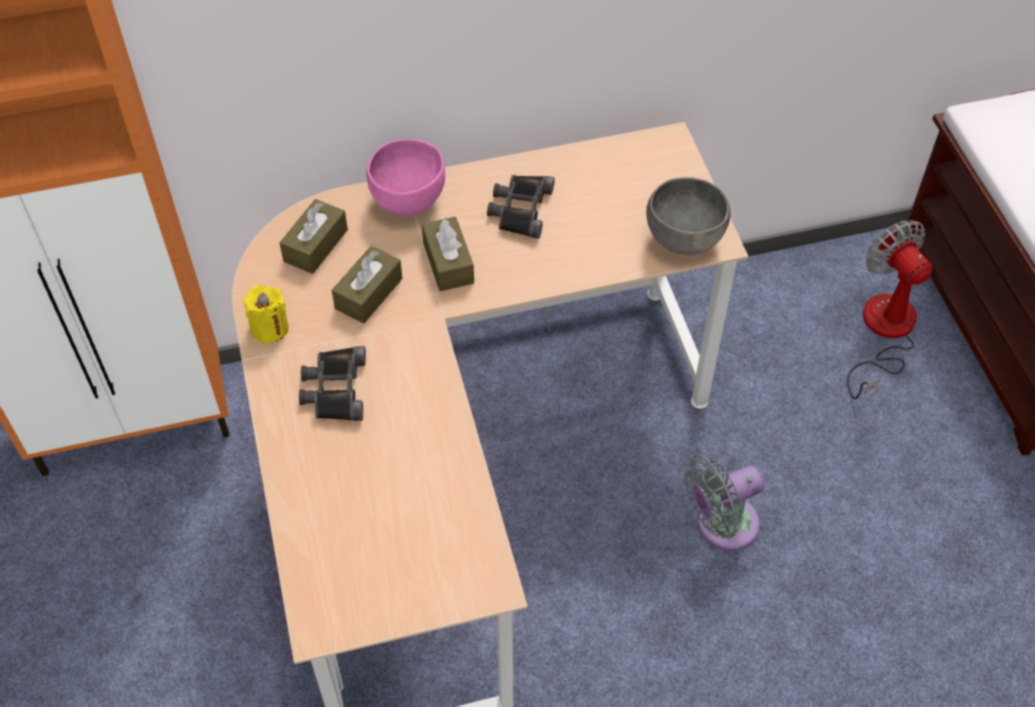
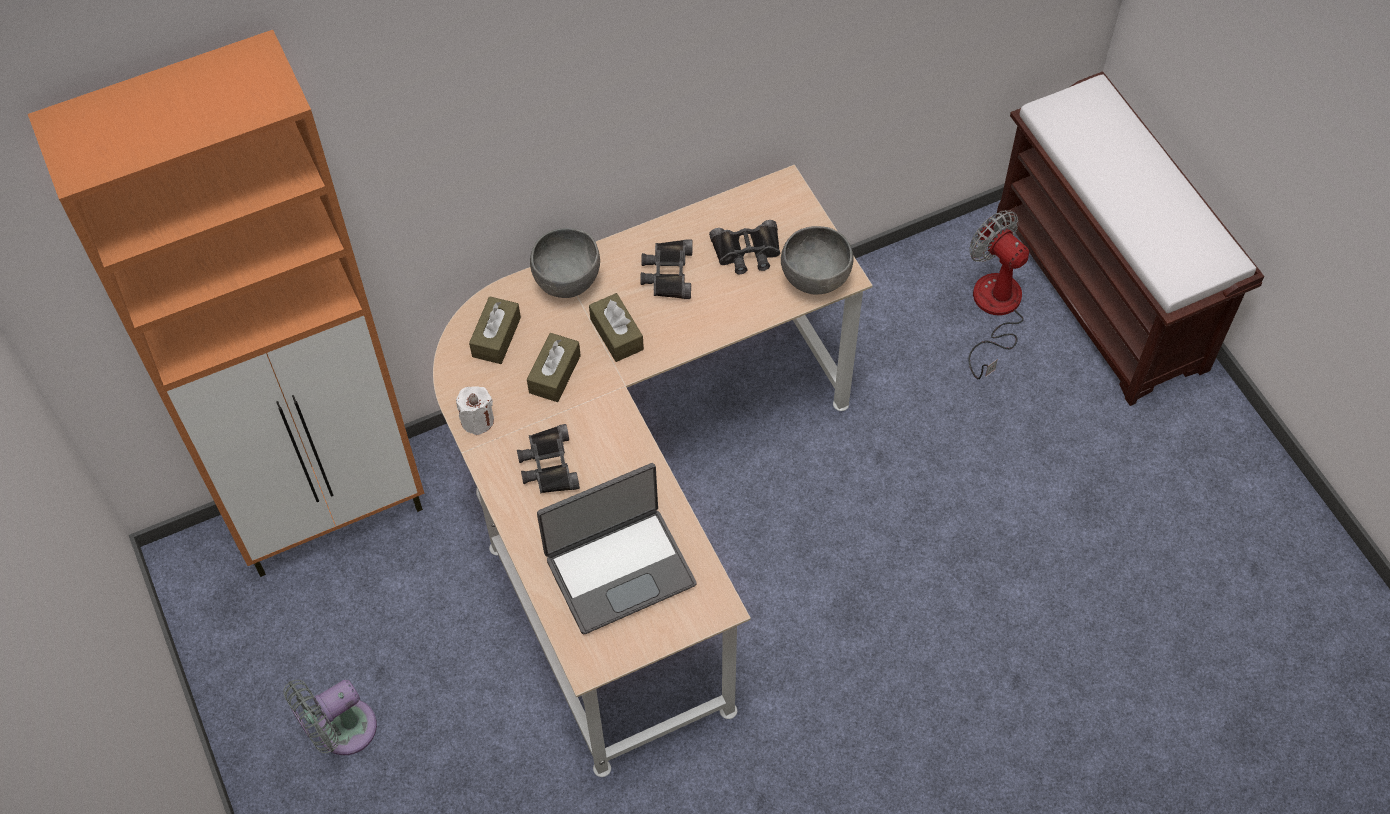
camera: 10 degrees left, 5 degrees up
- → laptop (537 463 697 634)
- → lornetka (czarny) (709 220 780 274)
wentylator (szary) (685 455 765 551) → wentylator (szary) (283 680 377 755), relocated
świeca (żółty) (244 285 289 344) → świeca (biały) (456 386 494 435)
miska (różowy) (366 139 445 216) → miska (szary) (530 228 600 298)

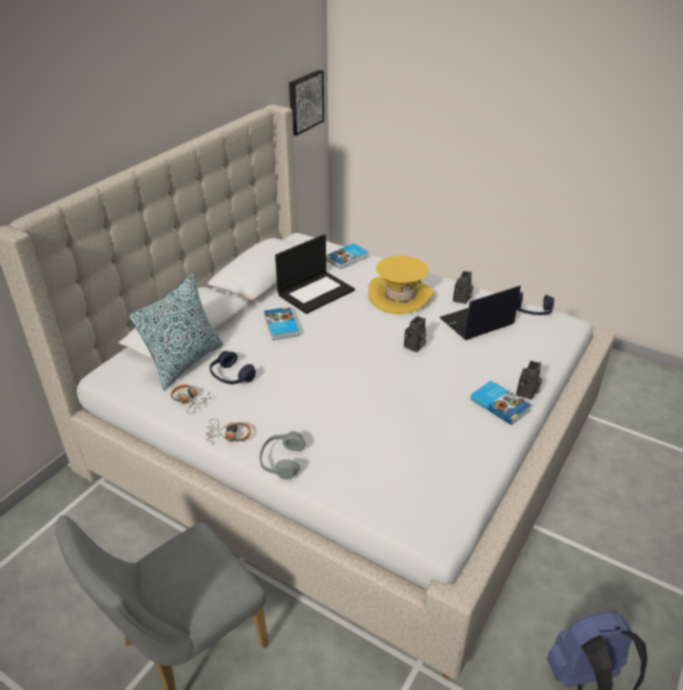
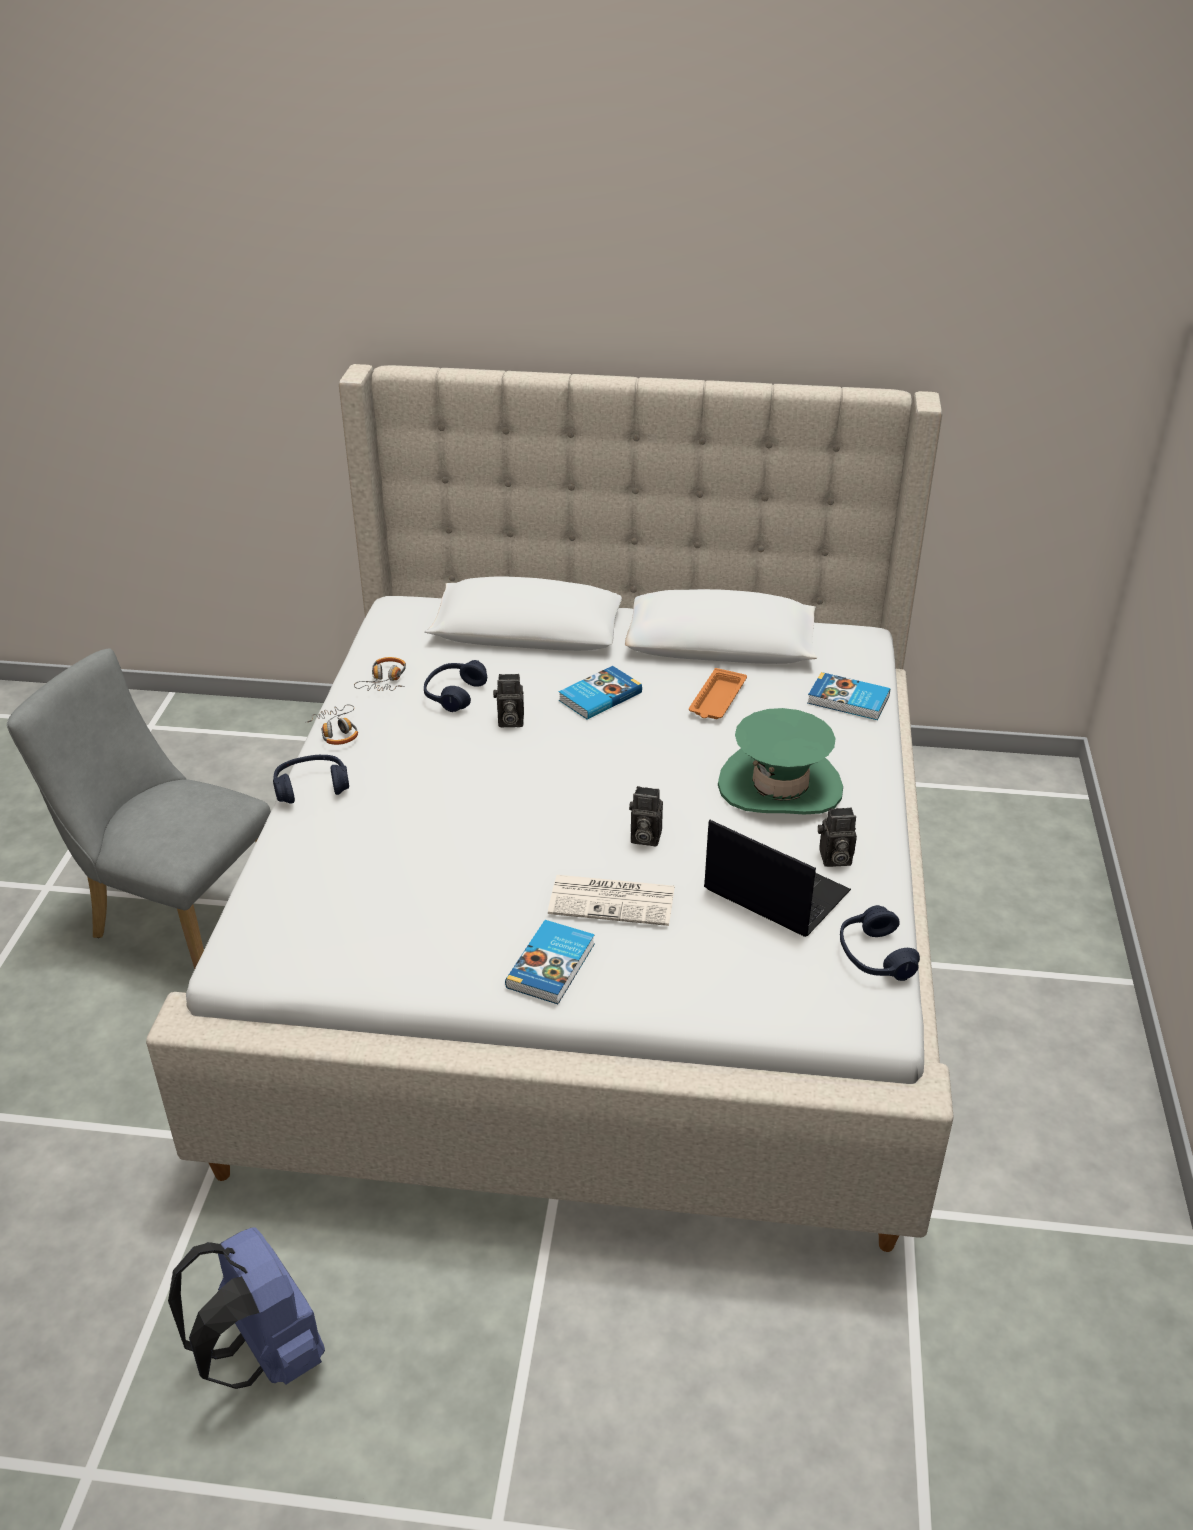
camera: 65 degrees right, 0 degrees up
poduszka (129 273 223 391) → -
obraz (289 70 324 136) → -
- → gazeta (548 875 675 926)
aparat fotograficzny (516 361 542 399) → aparat fotograficzny (493 674 524 727), relocated
laptop (275 234 355 314) → taca (pomarańczowy) (689 668 747 719)
słuchawki (szary) (259 431 305 480) → słuchawki (niebieski) (273 755 349 804)
kapelusz (żółty) (368 256 434 314) → kapelusz (zielony) (718 708 843 814)

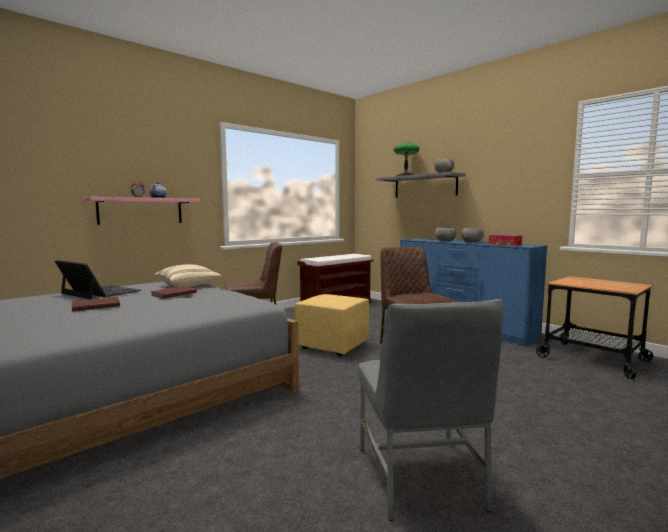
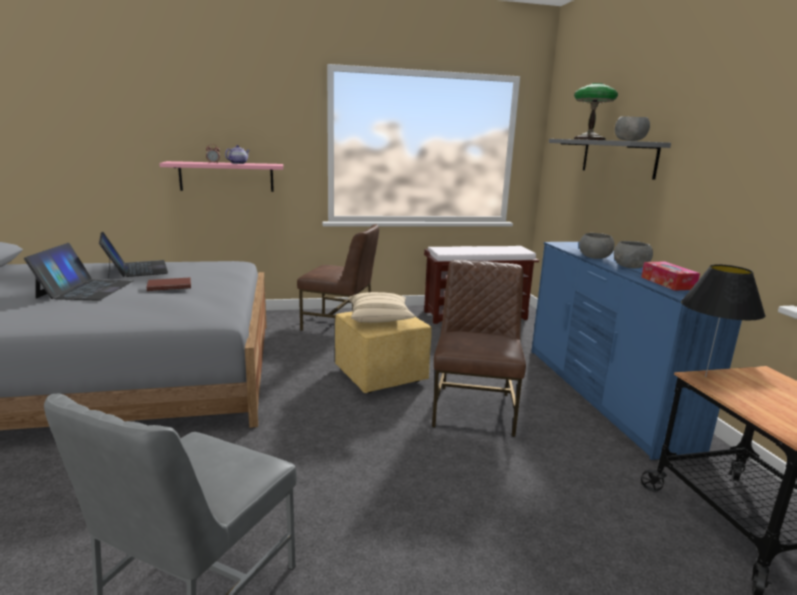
camera: 30 degrees right, 10 degrees up
- → lampa stołowa (czarny) (681 264 766 377)
poduszka (beżowy) (155 264 222 287) → poduszka (beżowy) (348 292 415 323), relocated
książka (brązowy) (72 297 120 311) → laptop (24 243 133 301)

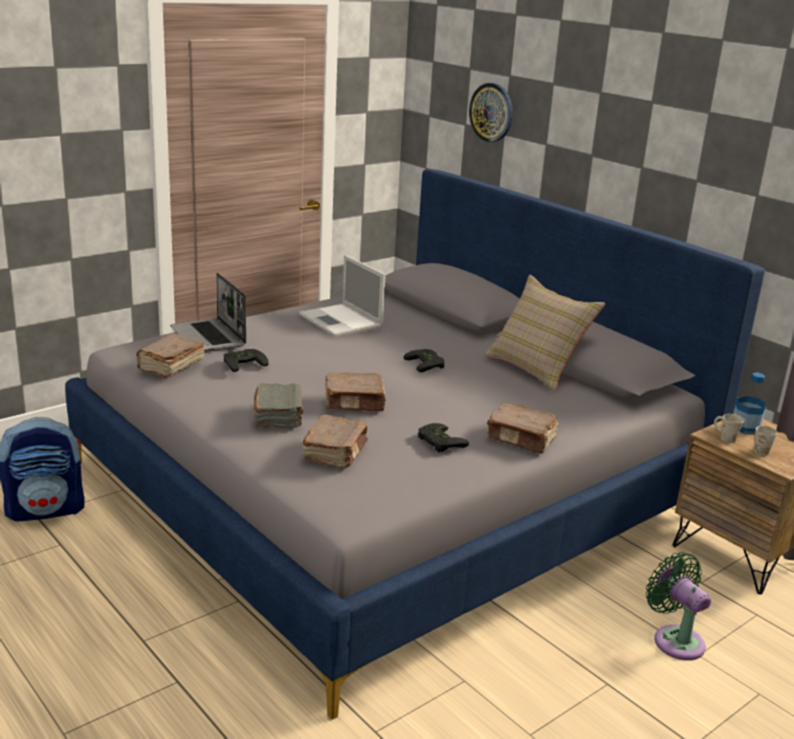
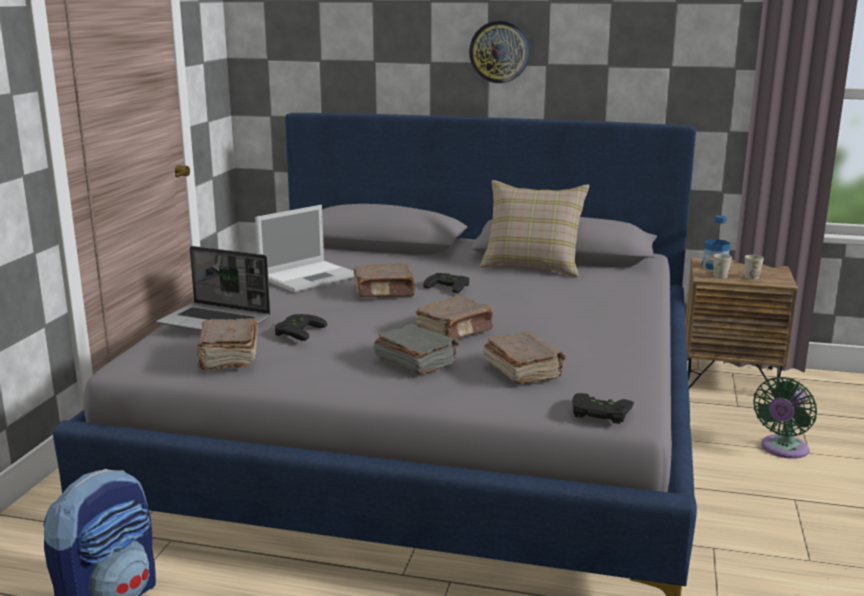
camera: 35 degrees left, 5 degrees down
pad do gier (czarny) (418 423 469 452) → pad do gier (czarny) (572 393 634 424), relocated
zegar ścienny (469 83 513 142) → zegar ścienny (469 20 530 83), relocated
książka (brązowy) (487 403 559 454) → książka (brązowy) (353 263 416 297), relocated
laptop (298 255 386 337) → laptop (255 205 354 292), 60 degrees counterclockwise
wentylator (zielony) (645 552 711 660) → wentylator (zielony) (753 377 817 459), 75 degrees counterclockwise

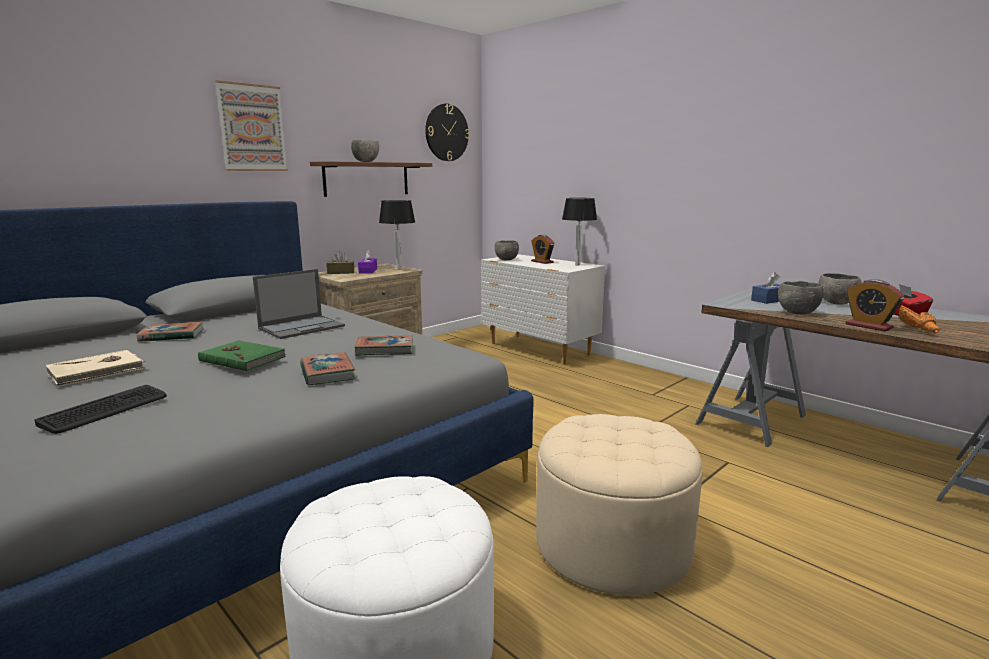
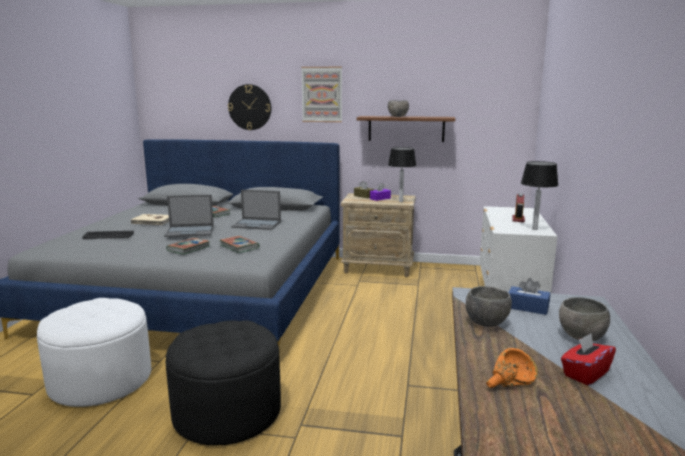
camera: 55 degrees right, 0 degrees up
miska (szary) (494 240 519 260) → -
budzik (846 279 904 332) → -
zegar ścienny (425 104 470 161) → zegar ścienny (228 84 271 130), relocated
książka (zielony) (198 340 287 371) → laptop (164 195 214 237)
pufa (beżowy) (536 414 702 595) → pufa (czarny) (166 320 281 445)

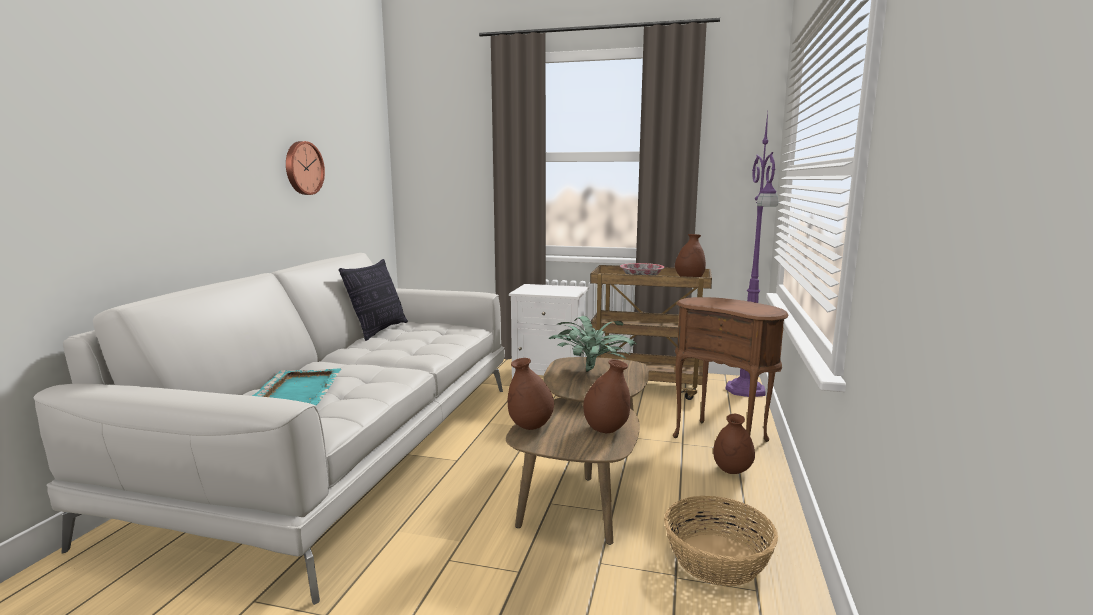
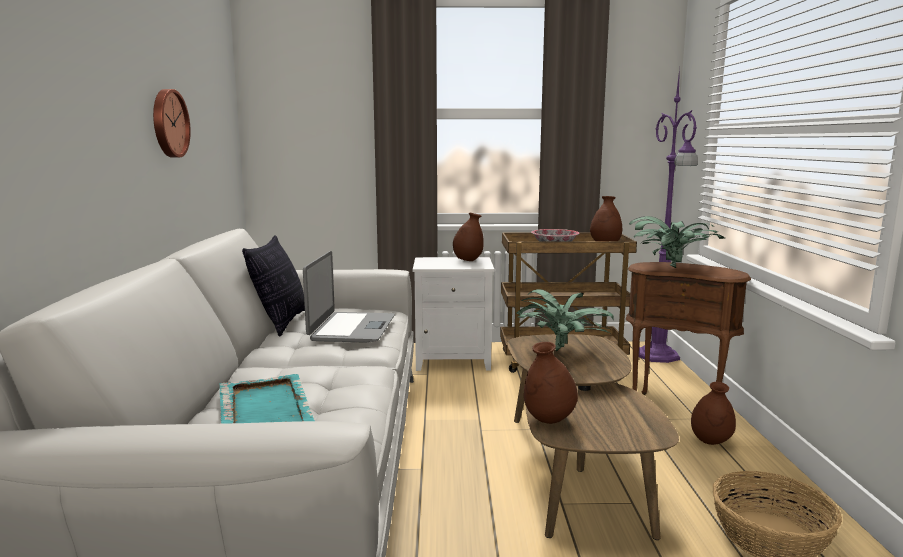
camera: 15 degrees left, 0 degrees up
- → laptop (303 251 395 343)
- → roślina doniczkowa (629 216 725 268)
wazon (brązowy) (583 359 630 433) → wazon (brązowy) (453 213 484 261), relocated

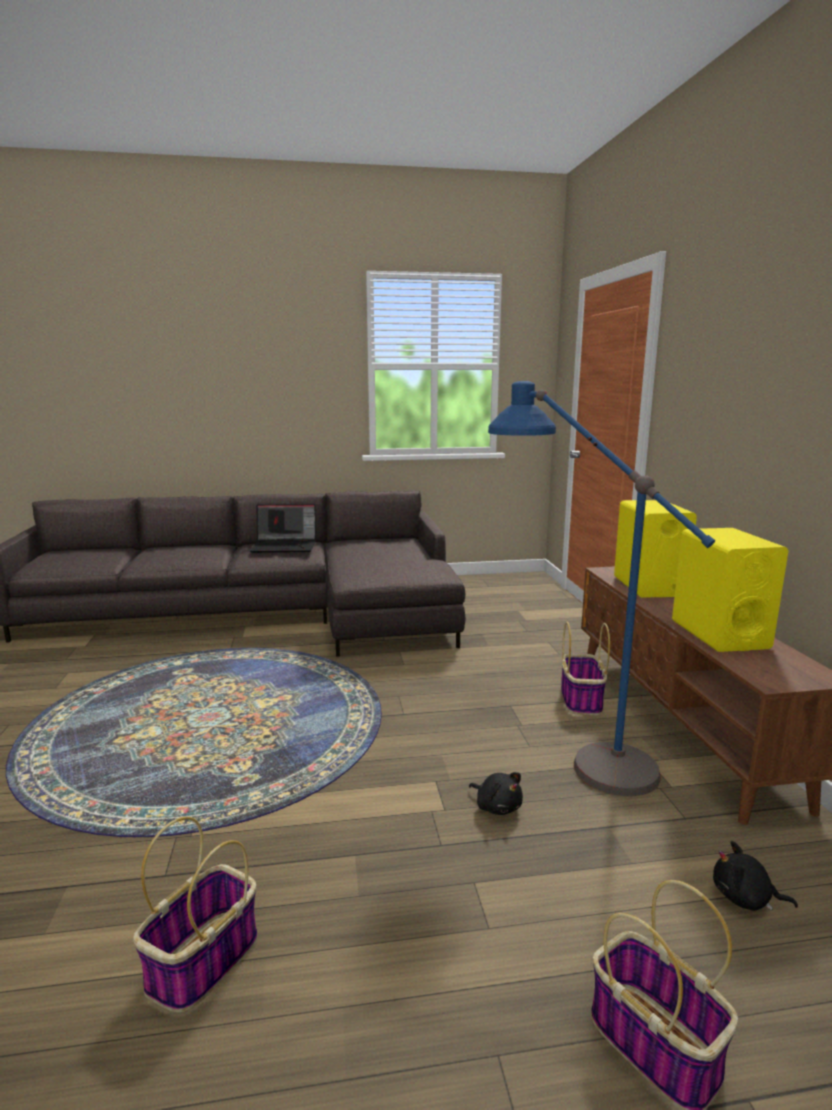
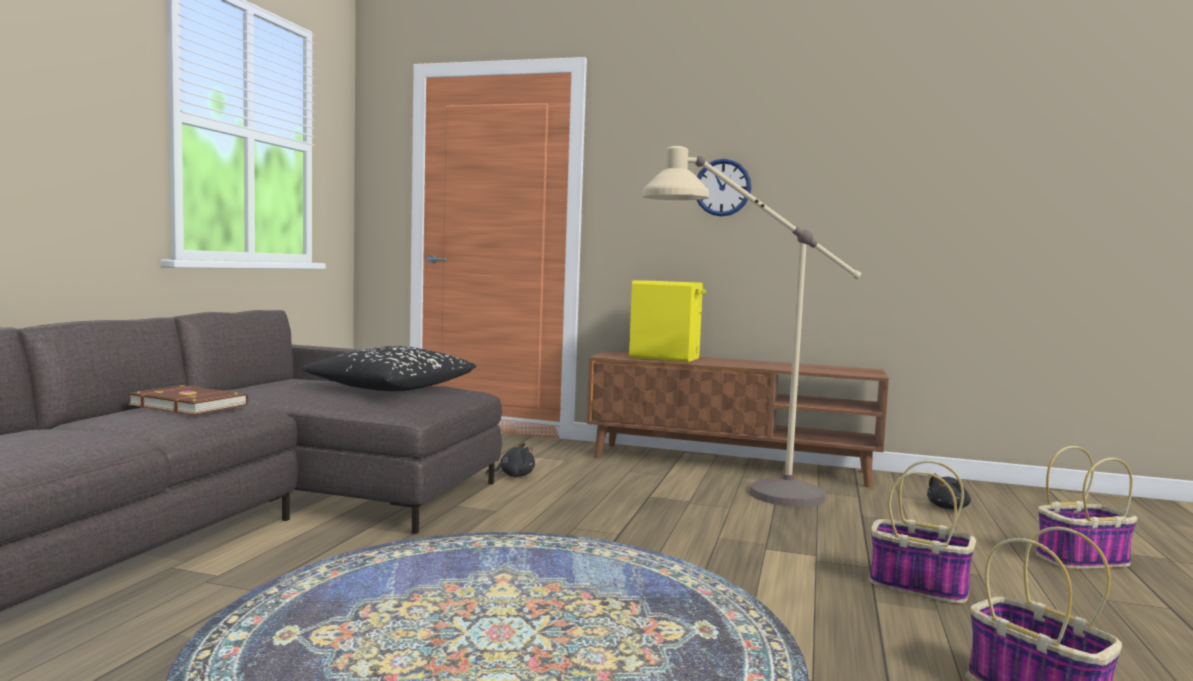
camera: 65 degrees left, 10 degrees down
głośnik (żółty) (672 528 788 652) → -
- → poduszka (czarny) (302 346 476 391)
- → zegar ścienny (697 159 751 217)
pluszak (czarny) (469 772 523 815) → pluszak (czarny) (485 443 535 477), relocated
koszyk (561 622 610 715) → koszyk (870 460 976 604), relocated
laptop (250 504 316 553) → książka (brązowy) (128 385 248 415)
lampa stojąca (niebieski) (488 381 715 796) → lampa stojąca (beżowy) (642 146 861 507)

